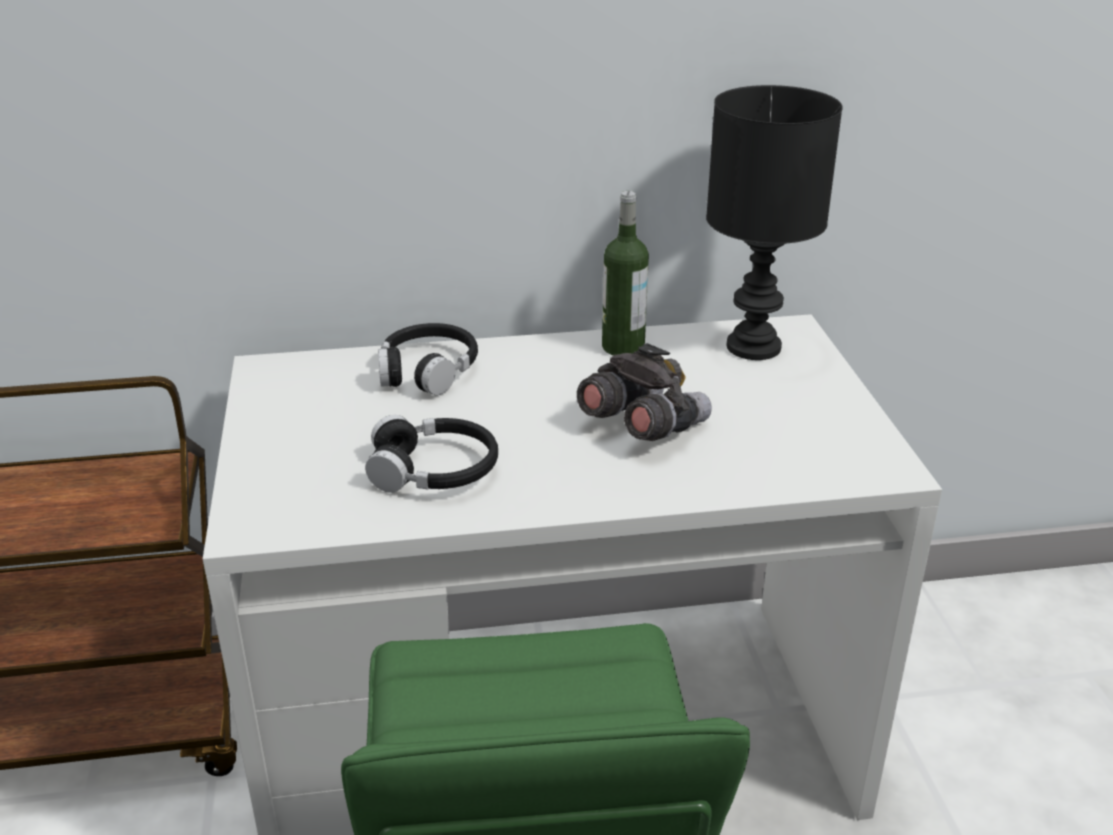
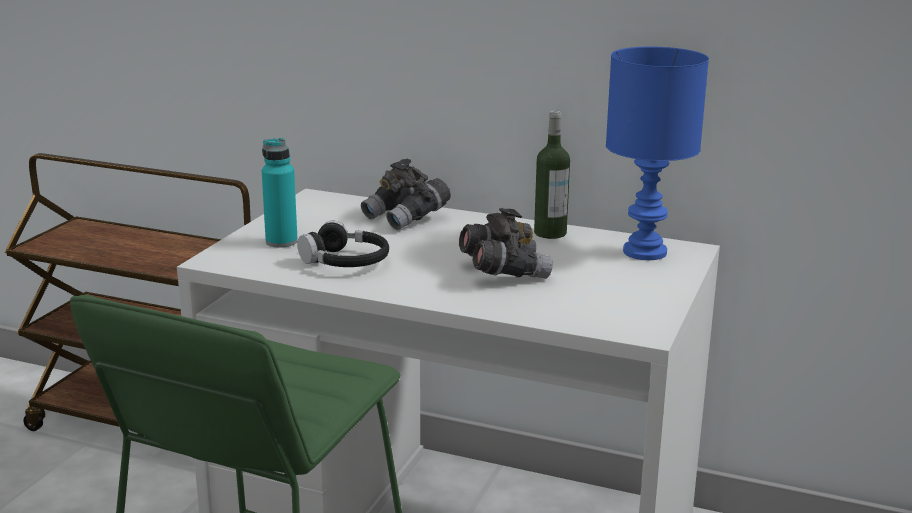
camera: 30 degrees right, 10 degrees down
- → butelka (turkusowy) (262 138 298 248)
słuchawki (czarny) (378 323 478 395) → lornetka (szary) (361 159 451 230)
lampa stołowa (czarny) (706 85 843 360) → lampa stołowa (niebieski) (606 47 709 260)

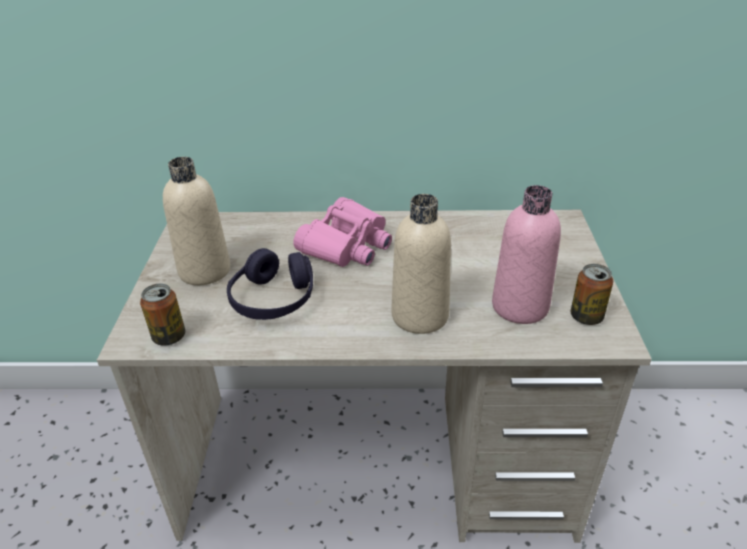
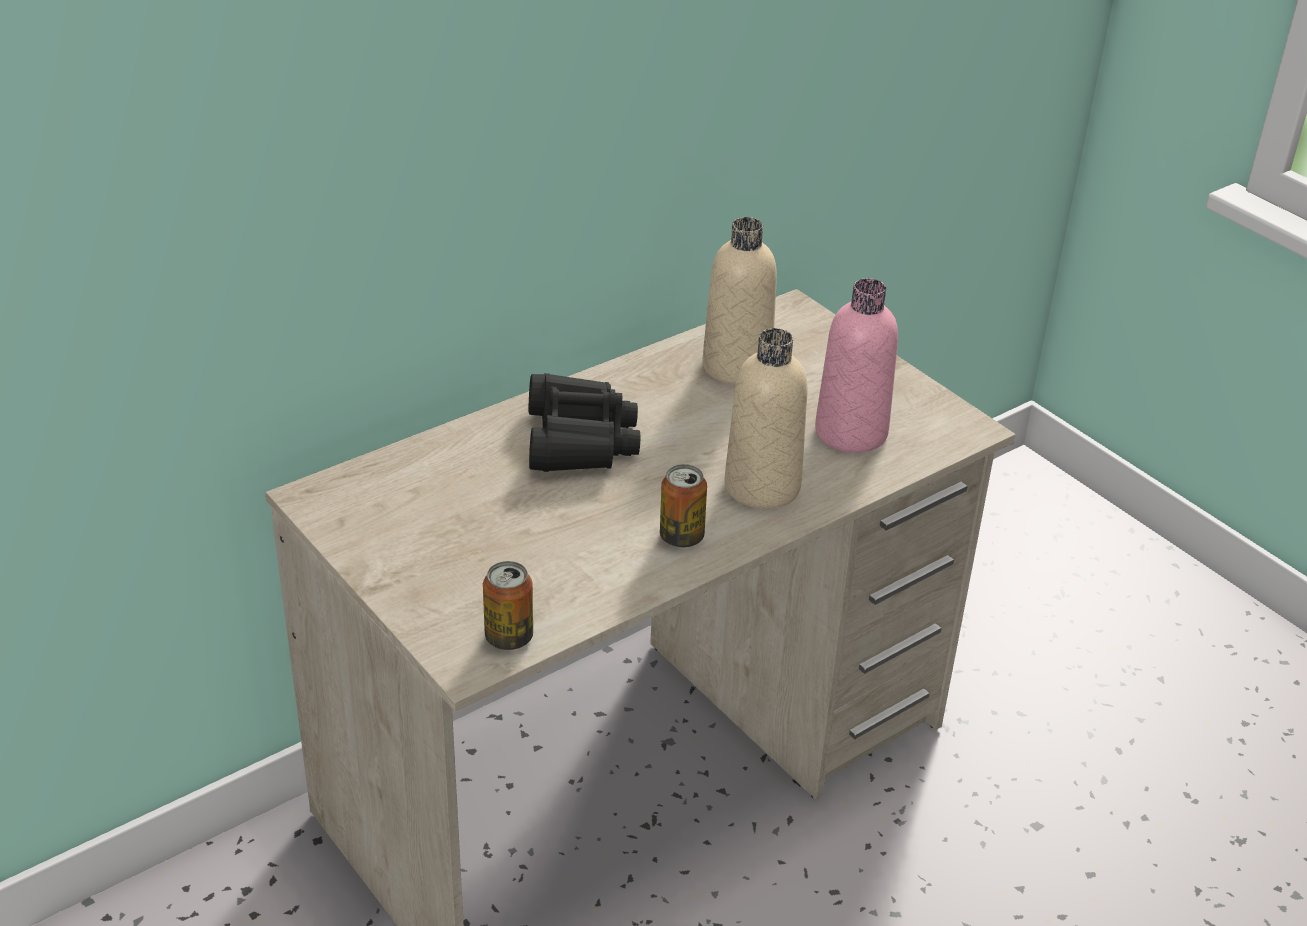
camera: 40 degrees left, 0 degrees up
słuchawki (fioletowy) (227 248 313 320) → -
butelka (beżowy) (163 157 230 285) → butelka (beżowy) (702 217 777 385), relocated
puszka (571 264 613 325) → puszka (660 464 707 548), relocated
lornetka (różowy) (293 197 392 267) → lornetka (czarny) (529 373 640 472)

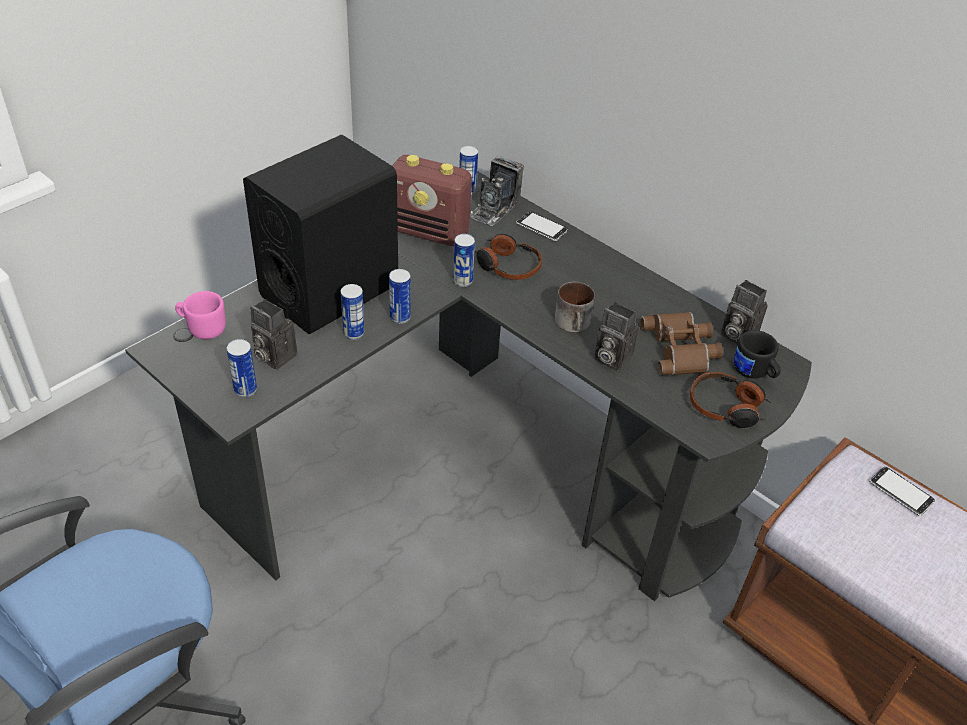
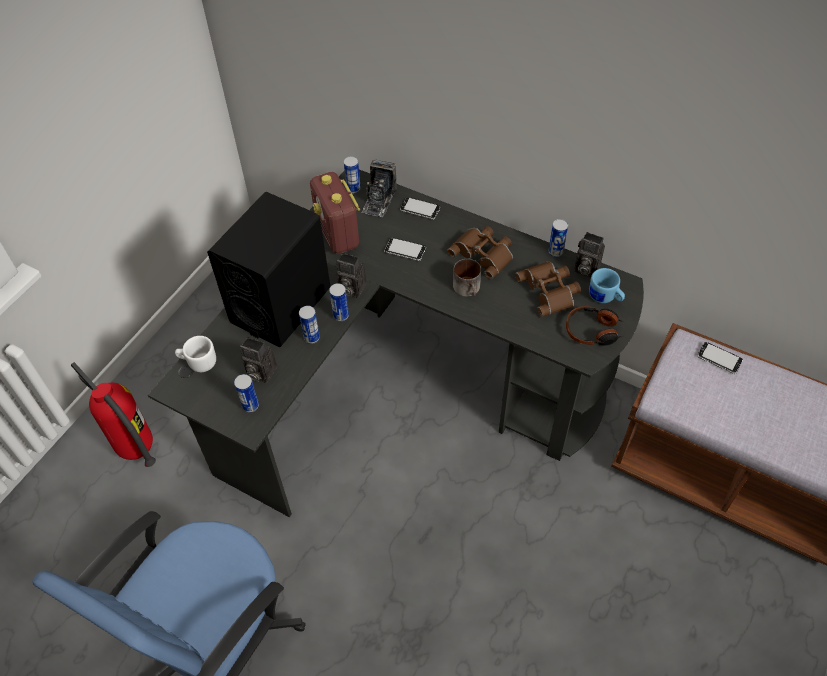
camera: 10 degrees left, 10 degrees up
- → gaśnica (71 362 156 467)
- → lornetka (brązowy) (447 226 513 279)
puszka (453 234 475 287) → puszka (548 219 568 257), relocated
aparat fotograficzny (594 302 639 371) → aparat fotograficzny (336 253 366 298), relocated
słuchawki (474 234 542 280) → telefon (384 237 426 261)
kubek (różowy) (175 291 226 339) → kubek (biały) (175 336 216 372)
kubek (czarny) (734 330 781 379) → kubek (niebieski) (589 268 625 303)
radio (392 155 472 246) → radio (310 172 360 254), 60 degrees clockwise

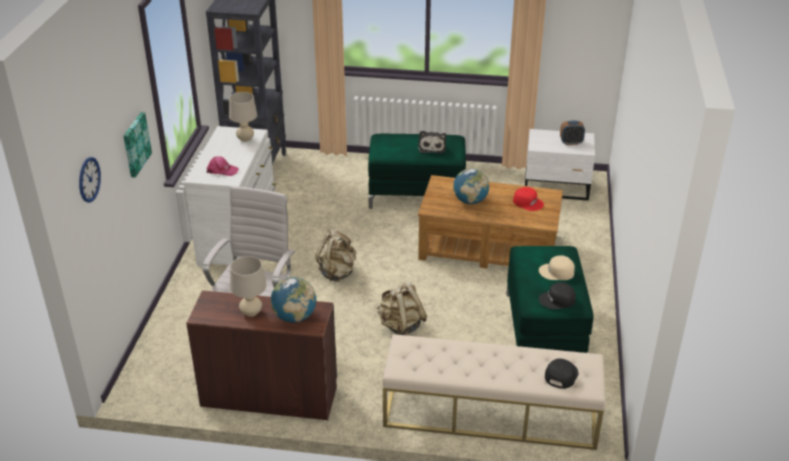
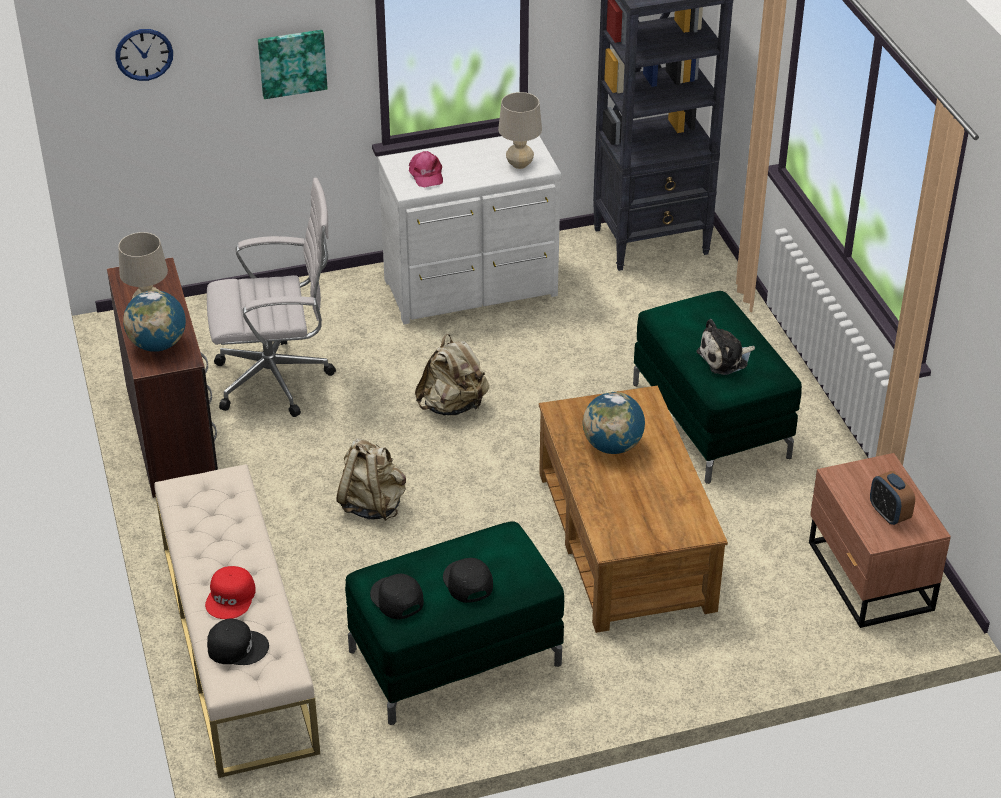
camera: 65 degrees right, 5 degrees up
czapka z daszkiem (czerwony) (513 187 544 211) → czapka z daszkiem (czerwony) (205 566 256 619), relocated
szafka nocna (biały) (525 129 595 201) → szafka nocna (brązowy) (809 453 951 628)
czapka z daszkiem (beżowy) (539 255 575 280) → czapka z daszkiem (czarny) (443 558 493 603)

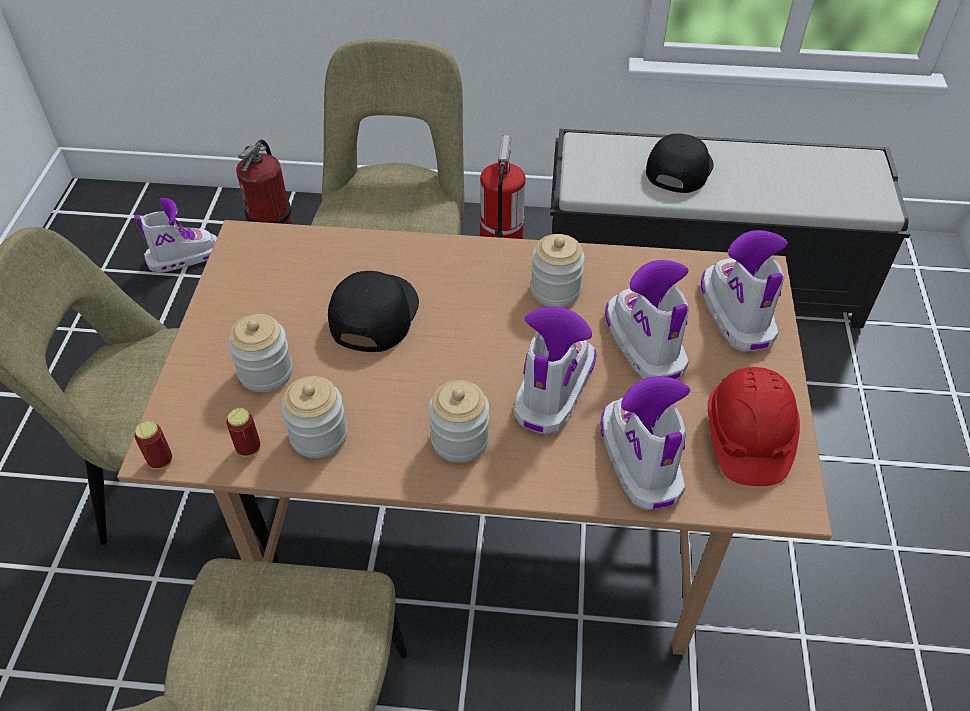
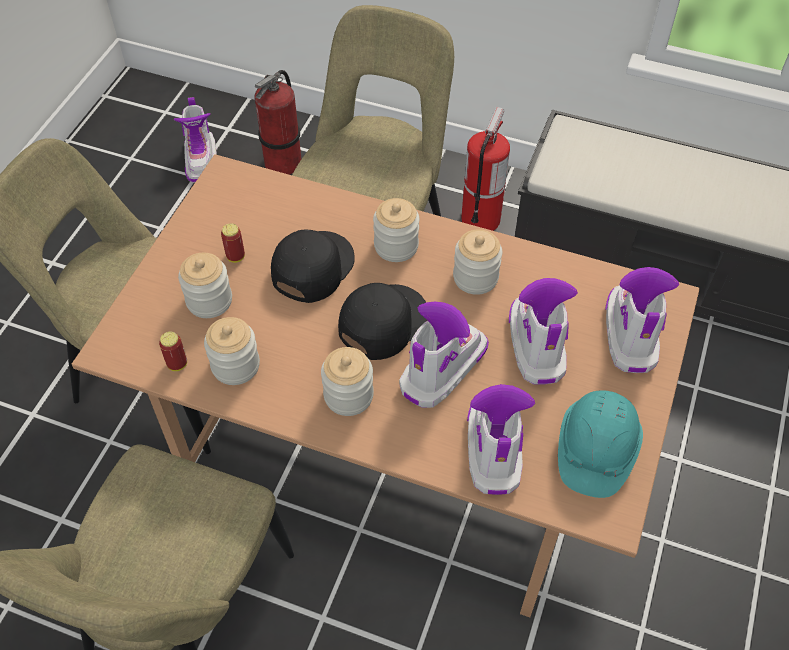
camera: 15 degrees right, 5 degrees up
- → słoik (373 198 419 262)
puszka (135 421 173 470) → puszka (221 223 245 263), relocated
czapka z daszkiem (czarny) (646 133 714 193) → czapka z daszkiem (czarny) (338 283 427 360), relocated
kask (czerwony) (708 367 800 486) → kask (turkusowy) (558 390 643 498)
but z cholewką (134 198 217 273) → but z cholewką (174 97 217 183), 90 degrees clockwise

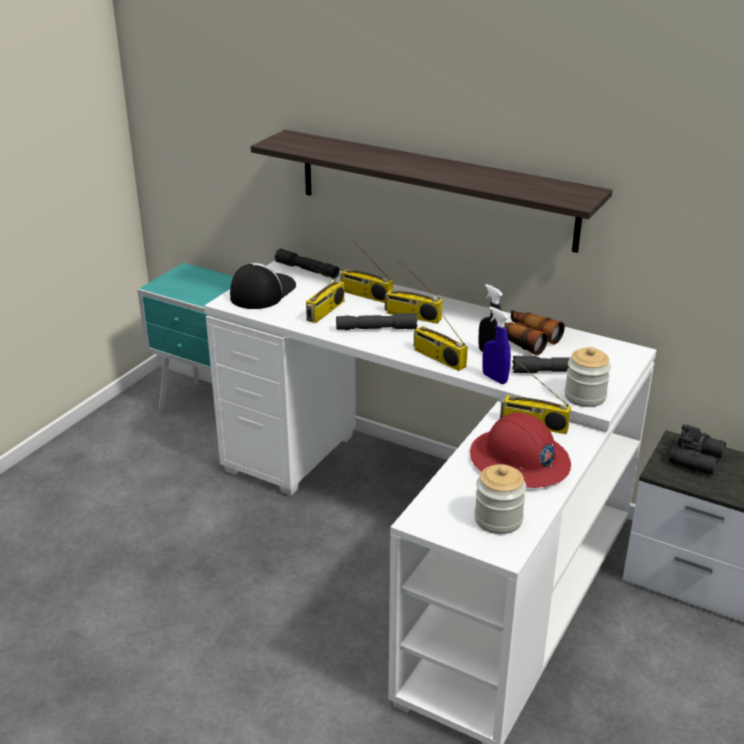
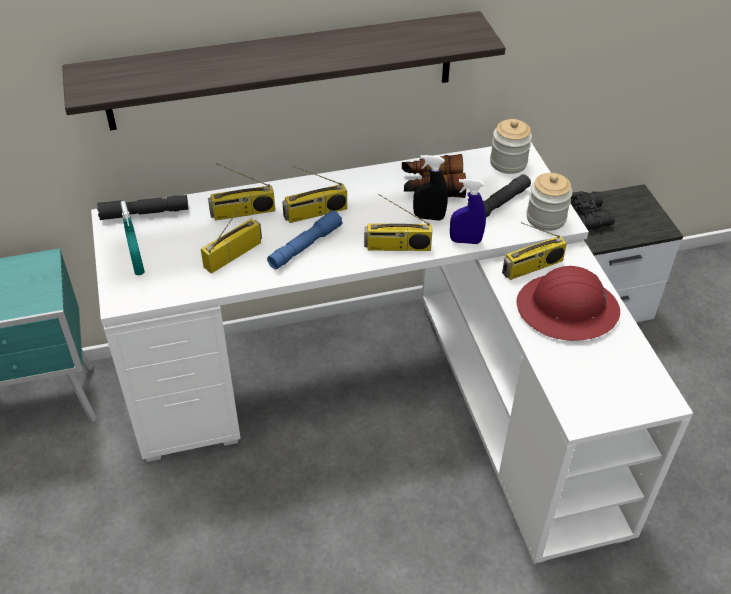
camera: 45 degrees left, 15 degrees up
słoik (474 464 526 534) → słoik (490 119 532 174), relocated
czapka z daszkiem (230 263 296 309) → spryskiwacz (turkusowy) (121 201 145 275)
latarka (szary) (336 313 417 330) → latarka (niebieski) (267 210 343 269)
radio (306 267 344 323) → radio (201 198 262 274), 120 degrees counterclockwise

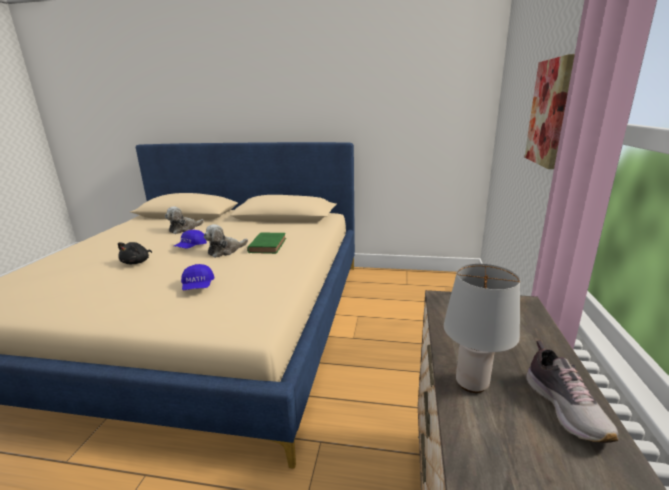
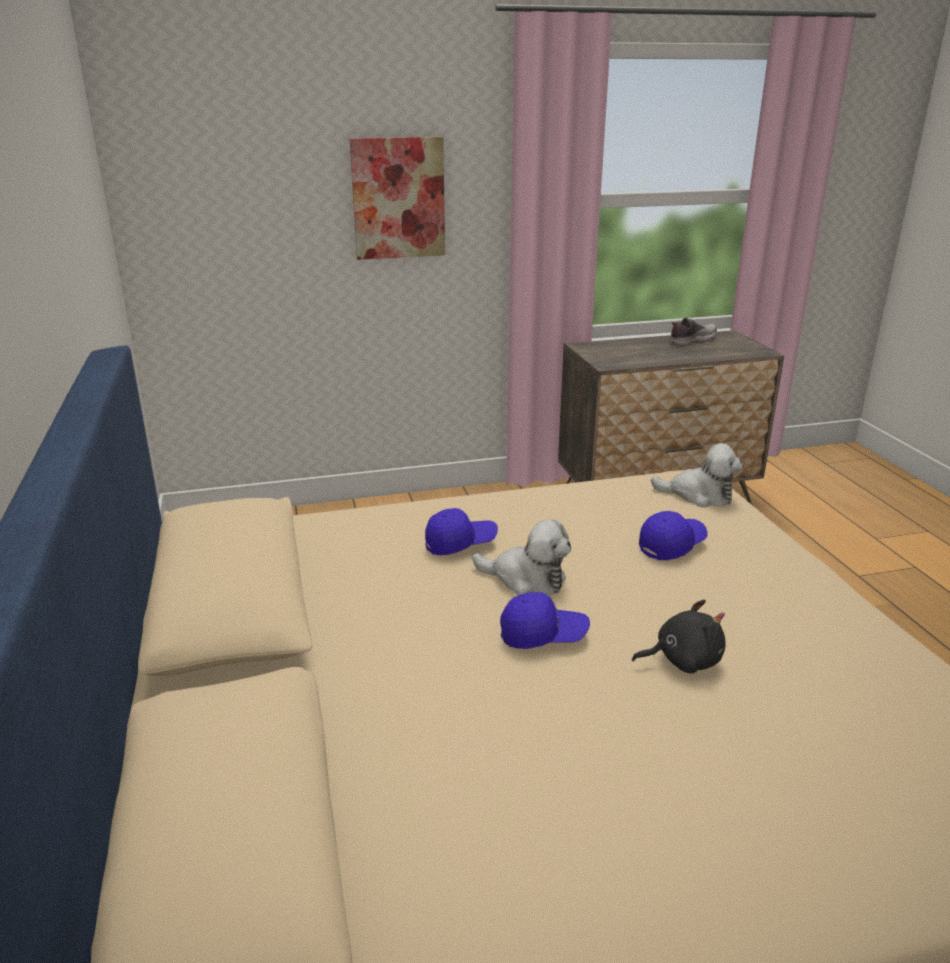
camera: 115 degrees left, 5 degrees up
lampa stołowa (szary) (444 264 520 393) → -
pluszak (165 207 204 234) → pluszak (651 443 743 507), relocated
książka (zielony) (247 232 286 254) → czapka z daszkiem (niebieski) (425 508 498 555)

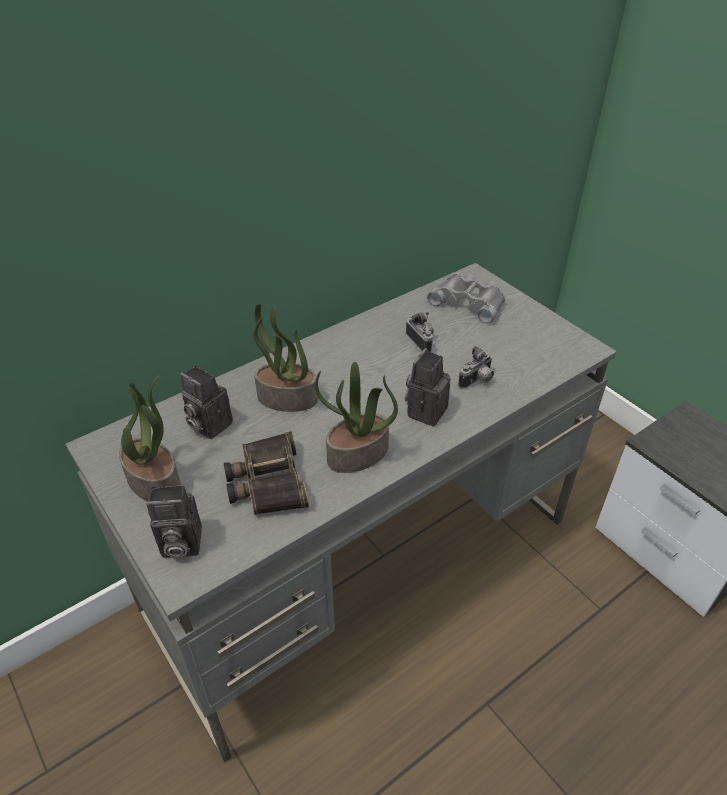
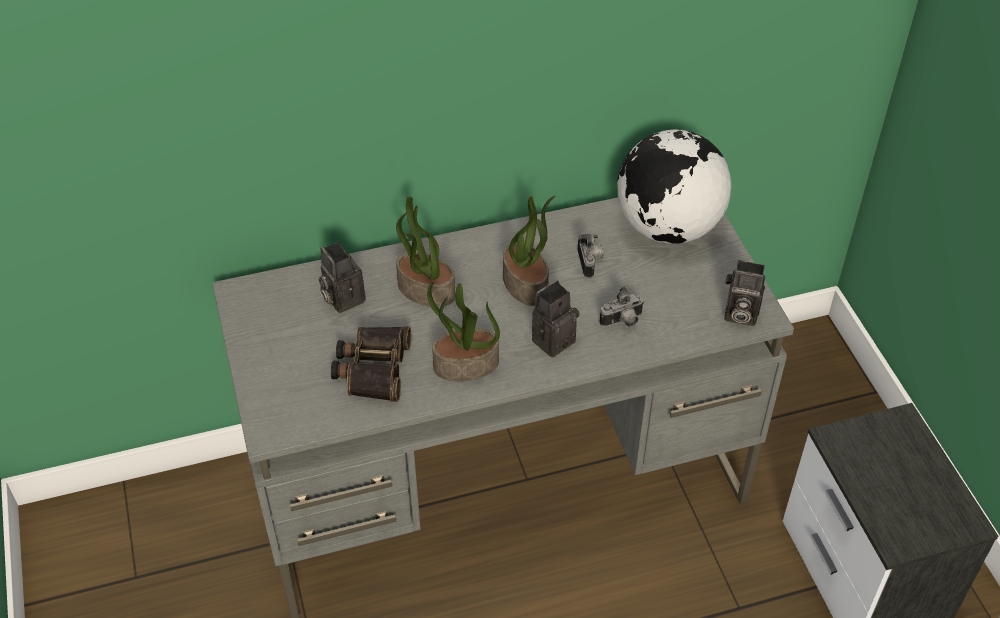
camera: 20 degrees right, 5 degrees up
roślina doniczkowa (119 375 181 501) → roślina doniczkowa (503 196 555 306), relocated
aparat fotograficzny (146 485 202 558) → aparat fotograficzny (724 260 765 326), relocated
lornetka (szary) (427 273 505 323) → globus (617 129 732 244)

